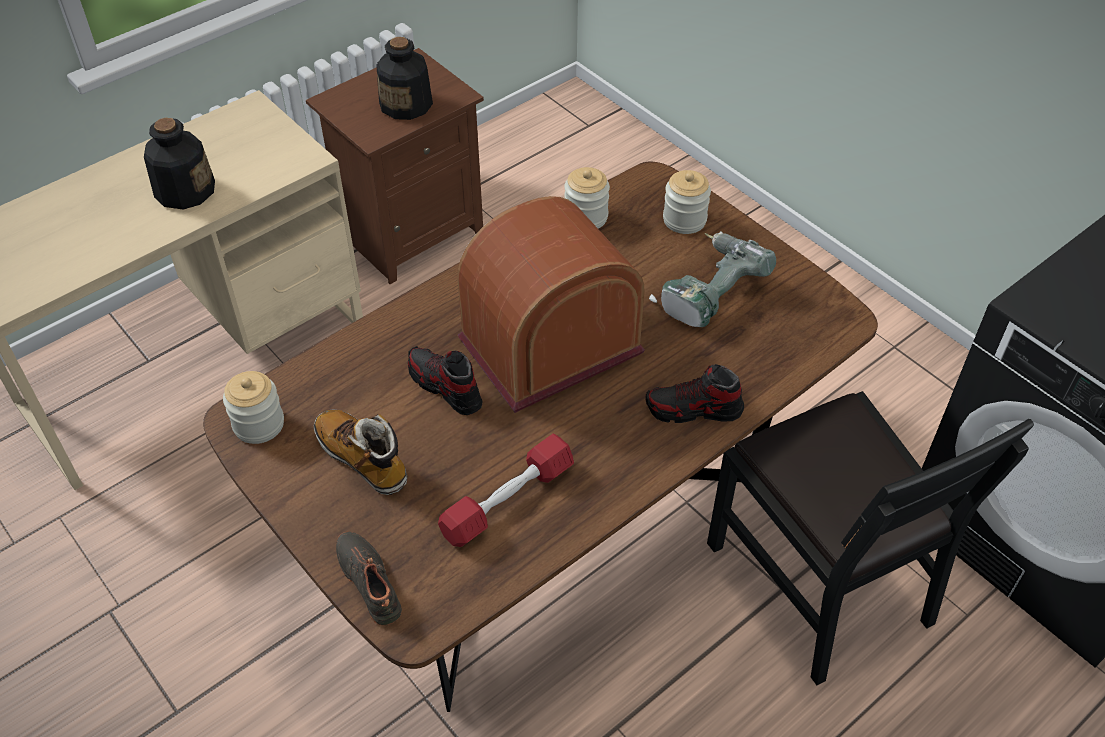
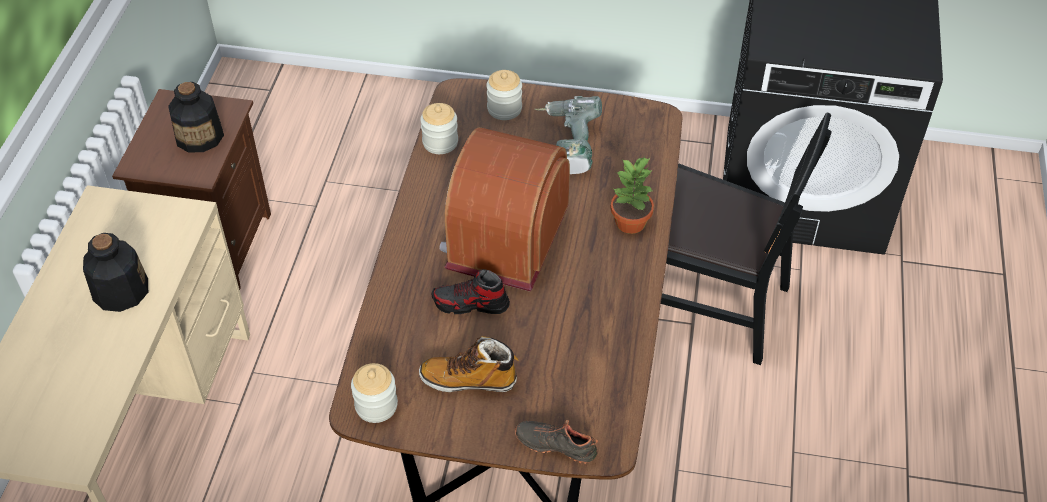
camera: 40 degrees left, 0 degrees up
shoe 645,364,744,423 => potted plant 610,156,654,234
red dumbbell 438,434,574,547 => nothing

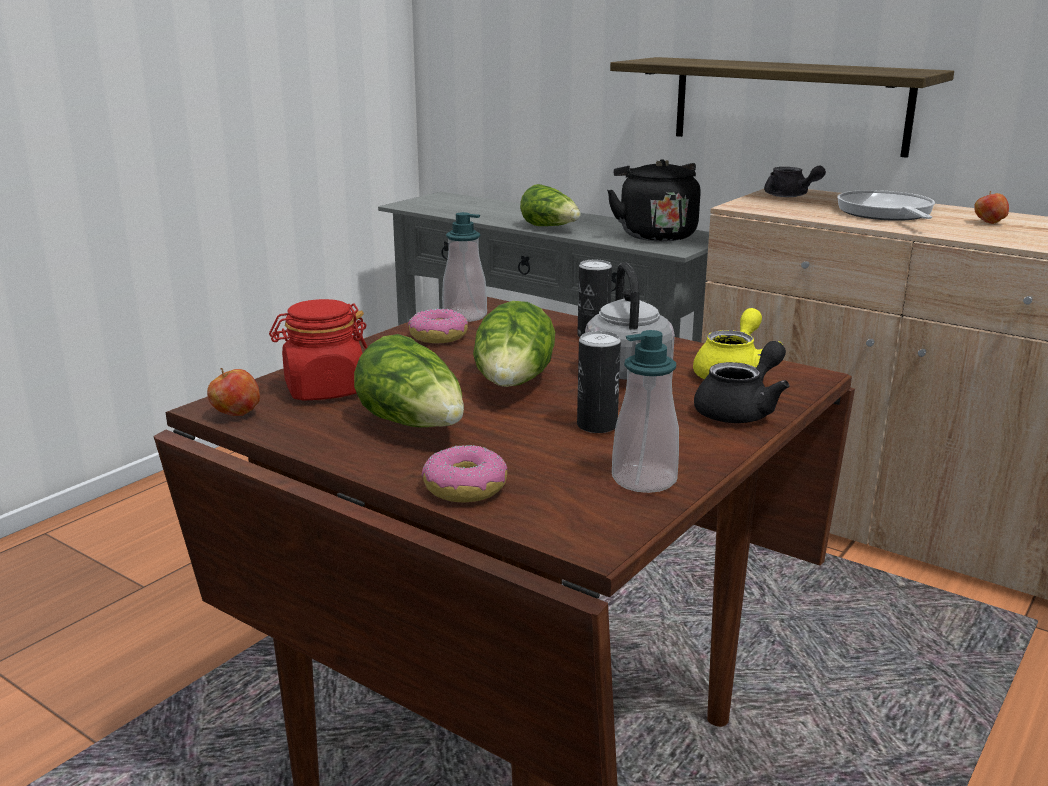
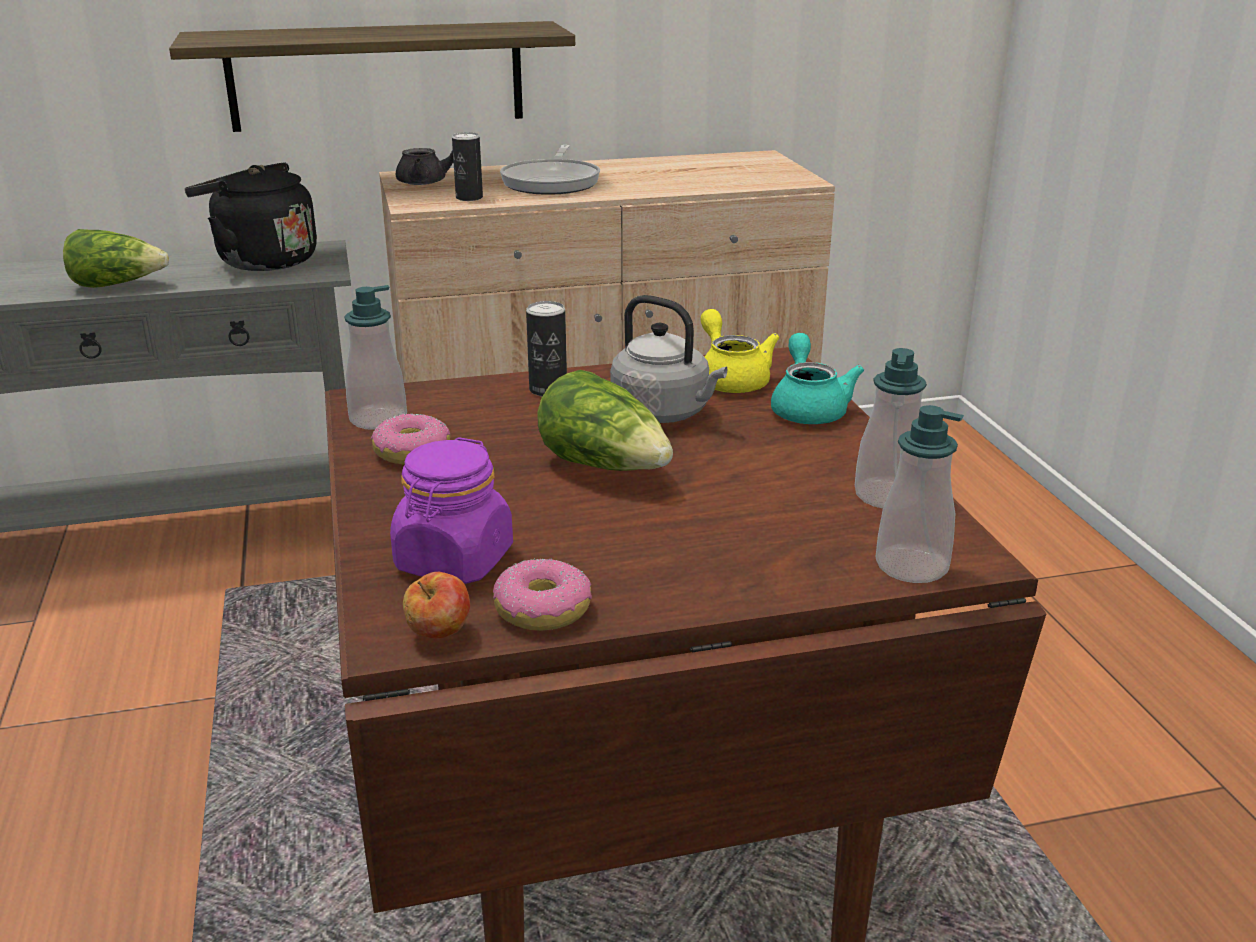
camera: 50 degrees left, 5 degrees up
frying pan 837,190,935,221 => frying pan 500,145,600,195, 120 degrees counterclockwise
apple 974,191,1009,224 => nothing
red jar 269,299,367,401 => purple jar 390,437,513,584
can 577,331,621,433 => can 452,132,483,201, moved
lettuce 354,334,464,427 => nothing
black teapot 694,341,790,423 => turquoise teapot 771,333,864,424
donut 422,445,507,503 => donut 493,558,592,631, moved
nothing => soap dispenser 876,405,964,583

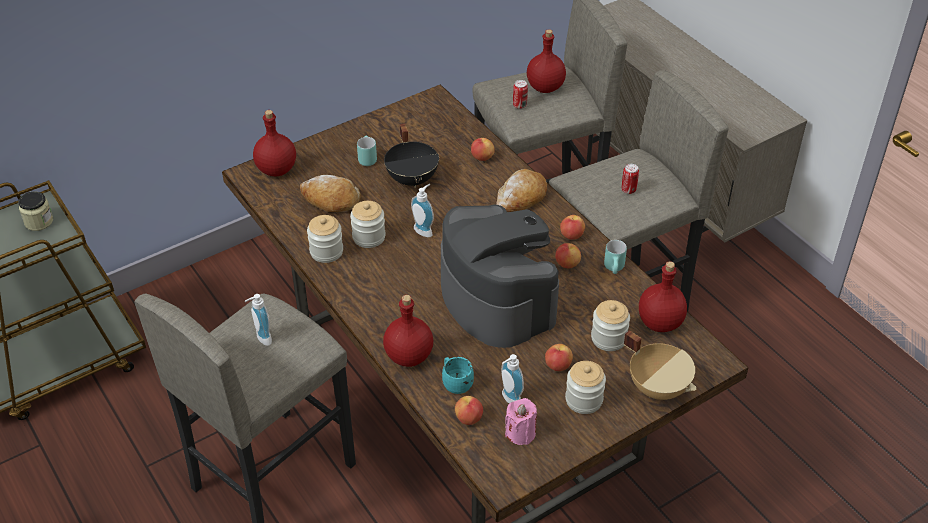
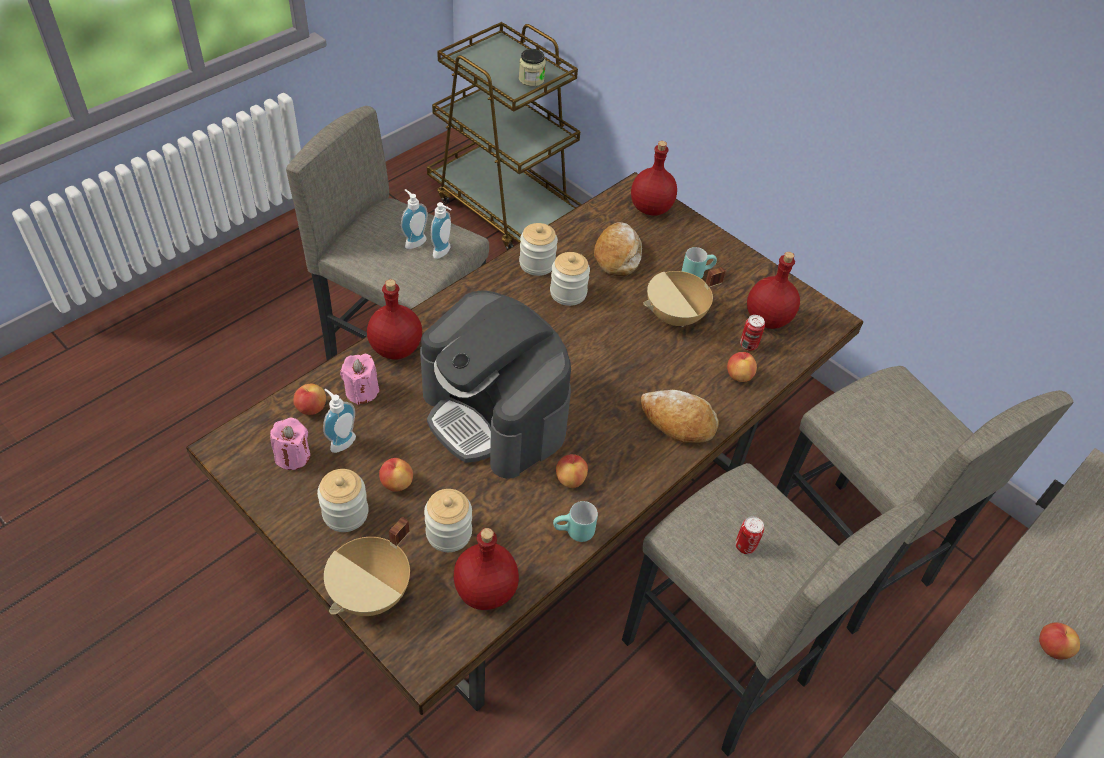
camera: 75 degrees right, 5 degrees up
red bottle 527,29,566,93 => red bottle 747,252,800,329, moved
can 513,80,528,109 => can 740,315,765,351, moved
black cooking pot 384,123,439,188 => beige cooking pot 643,267,726,327
soap dispenser 411,184,434,237 => soap dispenser 431,202,452,259, moved
coffee machine 441,205,559,348 => coffee machine 420,291,571,479, 90 degrees clockwise
apple 560,215,585,240 => apple 1039,622,1080,660, moved
turquoise mug 442,357,474,394 => pink candle 340,354,379,405

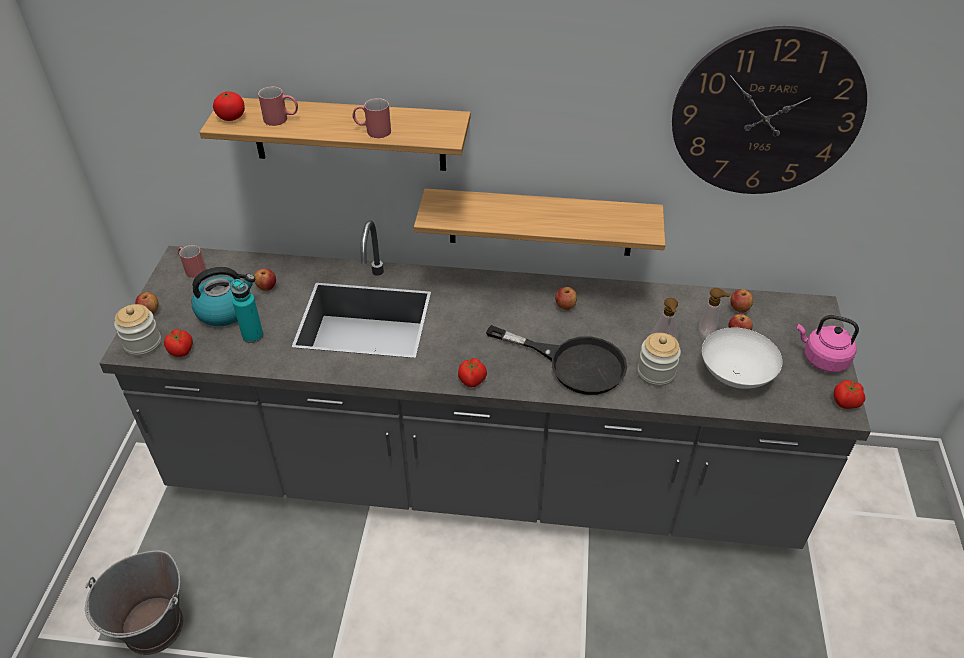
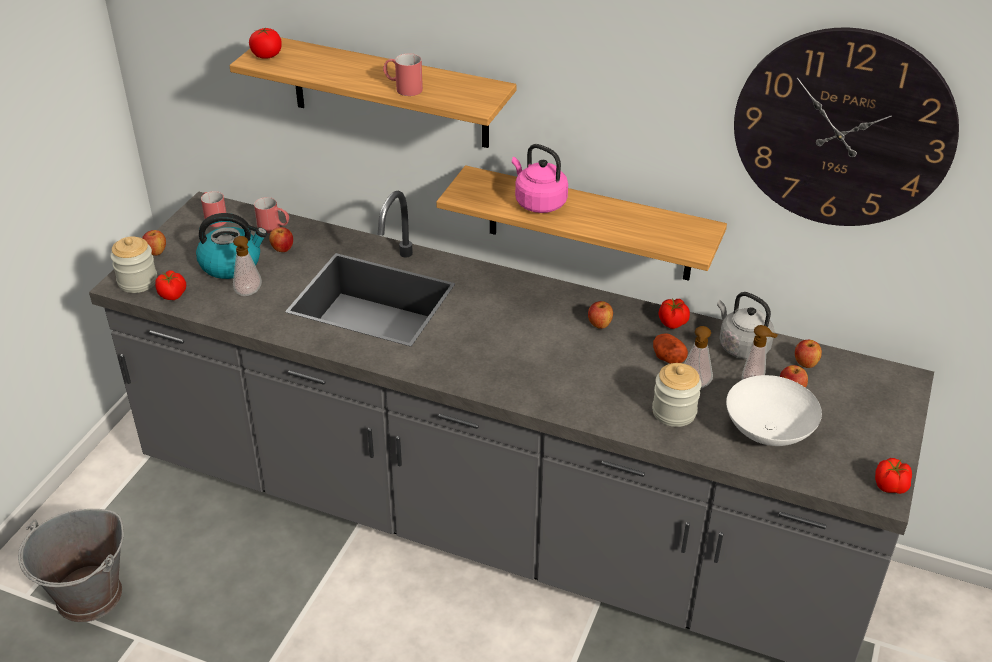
camera: 15 degrees right, 5 degrees down
red mug 258,87,298,126 => red mug 254,197,289,233, moved
turquoise bottle 231,279,263,343 => soap dispenser 233,236,262,296
pink kettle 797,315,859,372 => pink kettle 512,144,568,213, moved
black frying pan 486,325,627,395 => nothing
tomato 458,358,487,387 => tomato 658,298,690,329, moved
nothing => grey kettle 717,292,775,359
nothing => potato 653,333,688,364

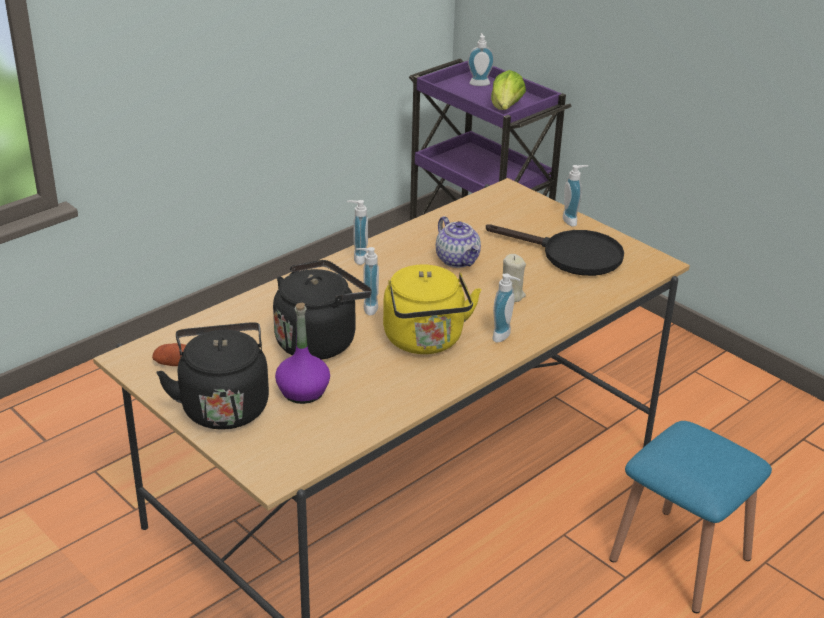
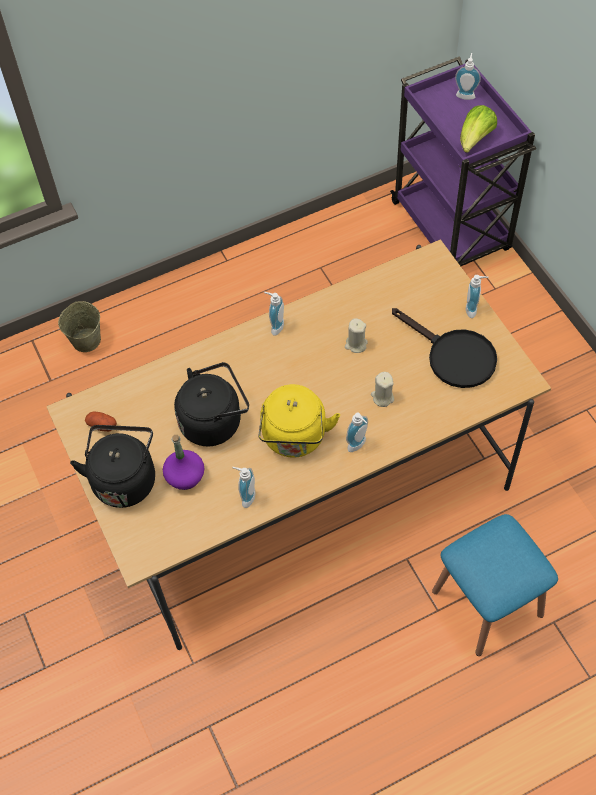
camera: 20 degrees right, 25 degrees up
teapot 436,216,481,268 => beige candle 345,318,368,353
soap dispenser 356,247,379,316 => soap dispenser 232,467,255,508, moved
nothing => beige bucket 58,301,101,352

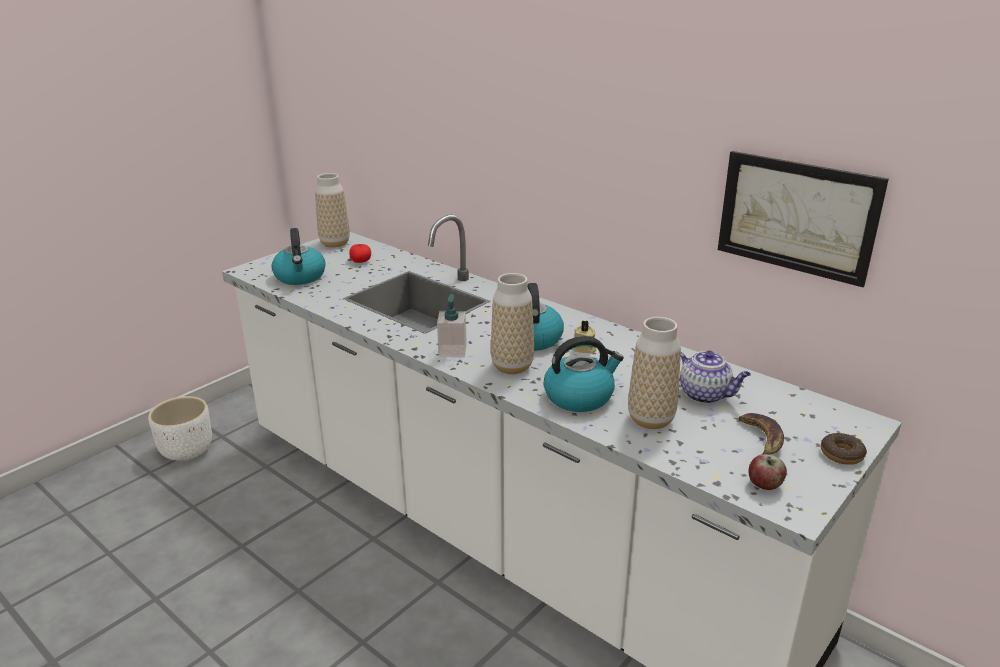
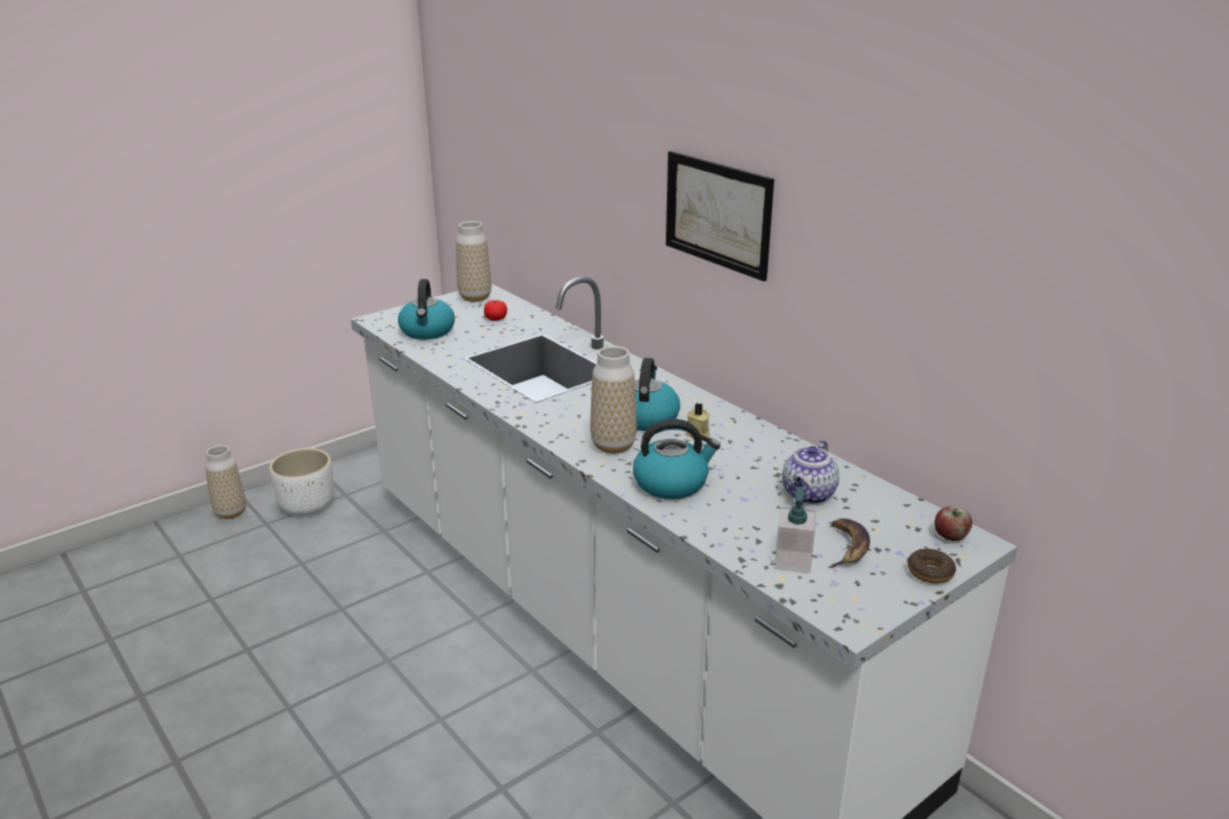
camera: 10 degrees right, 0 degrees up
picture 718,151,889,287 => picture 666,151,774,281, moved
soap dispenser 437,294,467,357 => soap dispenser 775,487,816,573, moved
vase 628,317,681,429 => vase 205,445,246,519, moved
teapot 679,350,751,404 => teapot 782,440,839,504, 75 degrees clockwise
apple 749,454,787,490 => apple 935,506,972,541, moved

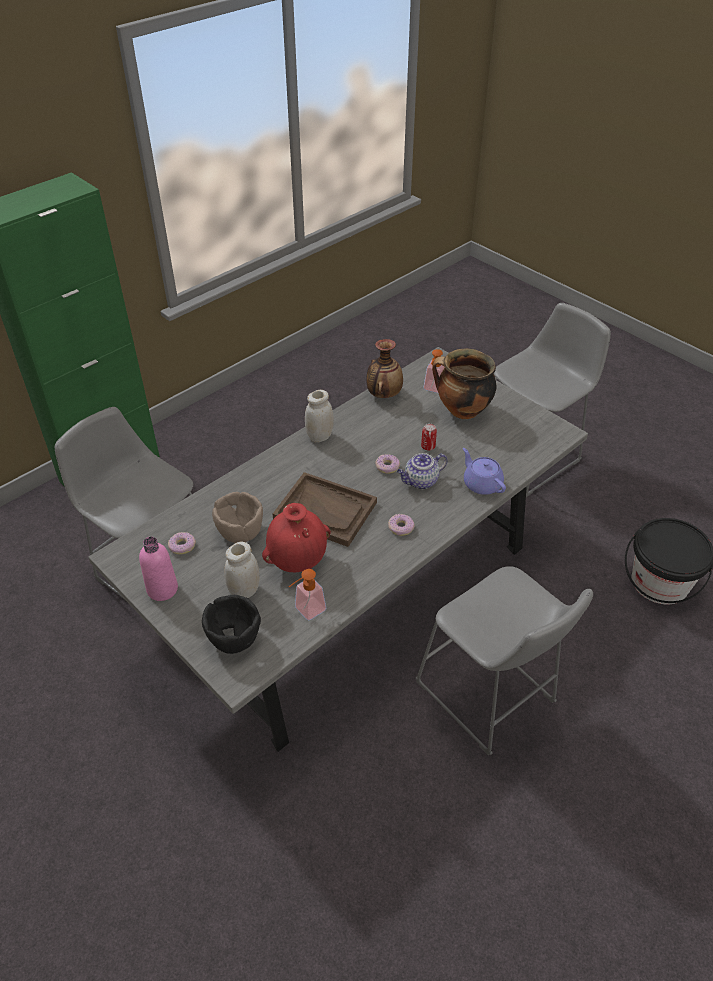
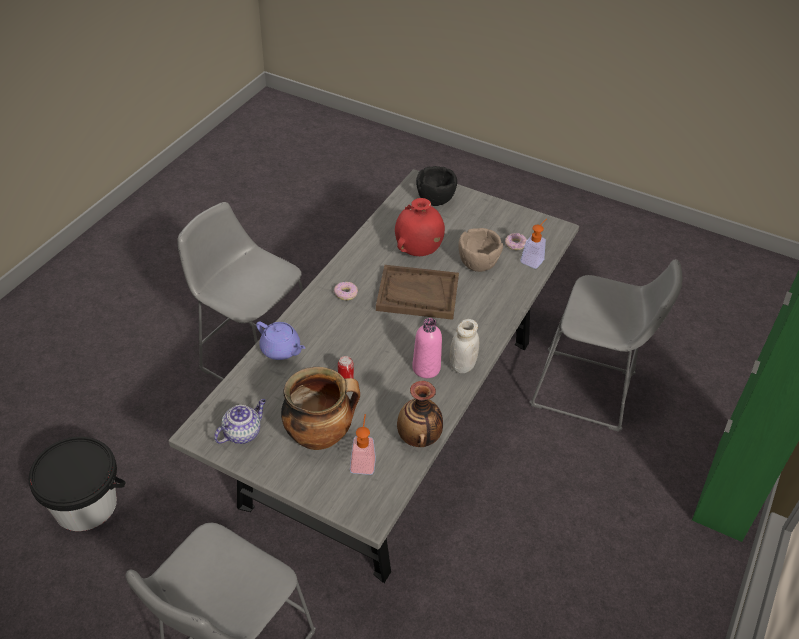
camera: 160 degrees right, 0 degrees up
teapot 397,453,448,489 => teapot 214,399,266,444, moved
donut 375,454,400,474 => nothing
pink bottle 139,537,178,601 => pink bottle 412,318,442,378, moved
white jar 224,542,260,598 => nothing
soap dispenser 289,569,327,621 => soap dispenser 521,219,547,269, moved

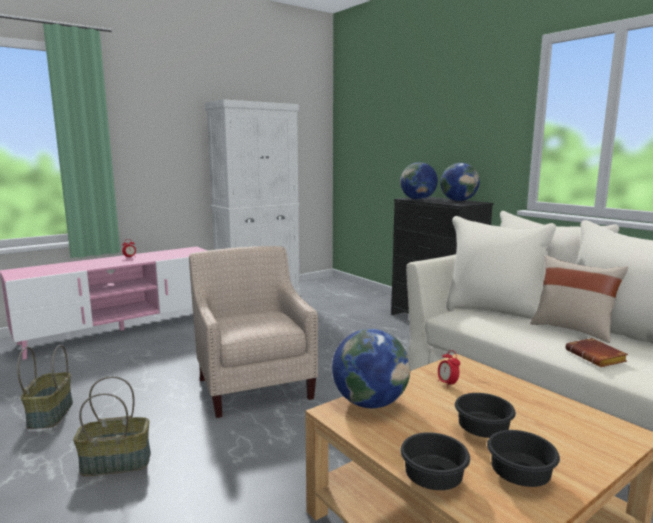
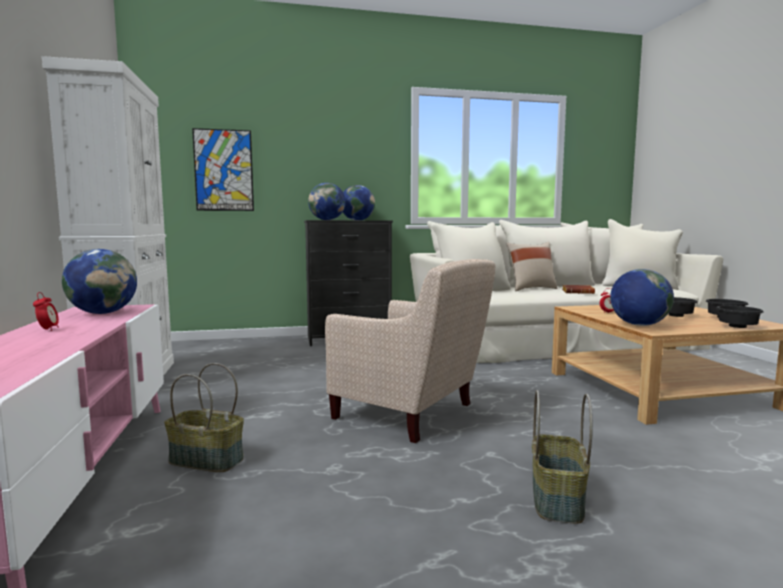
camera: 65 degrees left, 5 degrees down
beige armchair 189,246,318,418 => beige armchair 325,259,495,443, 150 degrees counterclockwise
basket 17,345,73,429 => basket 164,363,244,472, moved
nothing => picture 192,128,254,211
nothing => globe 62,249,137,314

